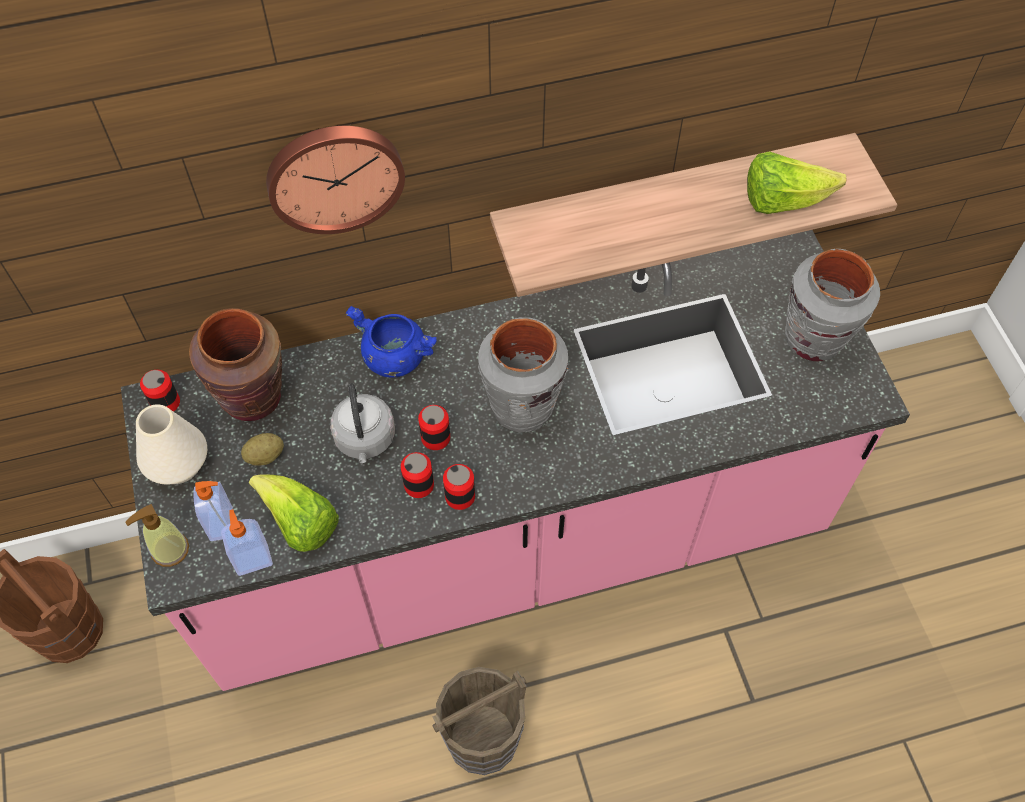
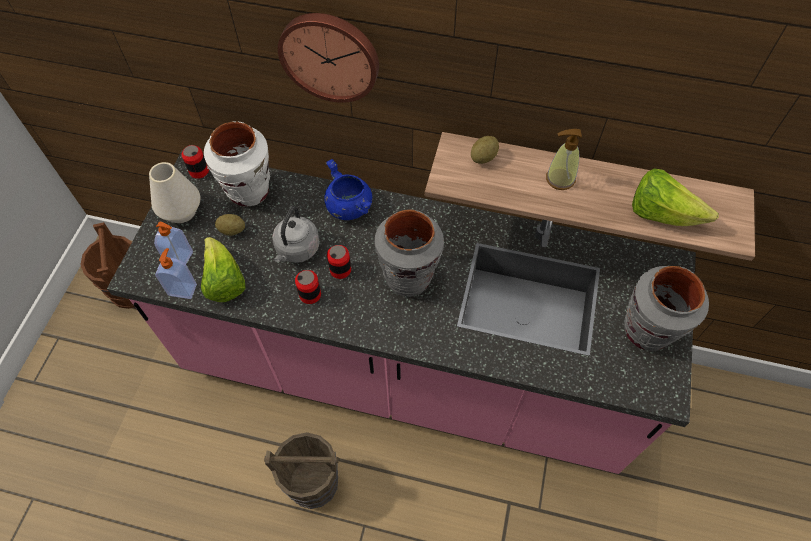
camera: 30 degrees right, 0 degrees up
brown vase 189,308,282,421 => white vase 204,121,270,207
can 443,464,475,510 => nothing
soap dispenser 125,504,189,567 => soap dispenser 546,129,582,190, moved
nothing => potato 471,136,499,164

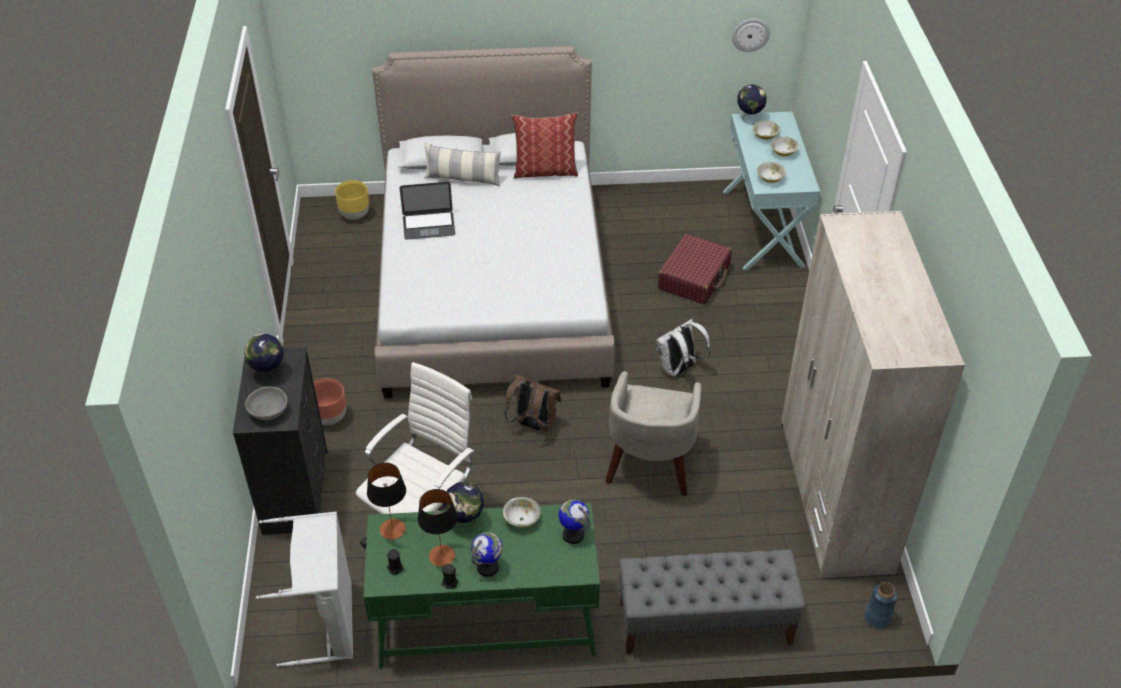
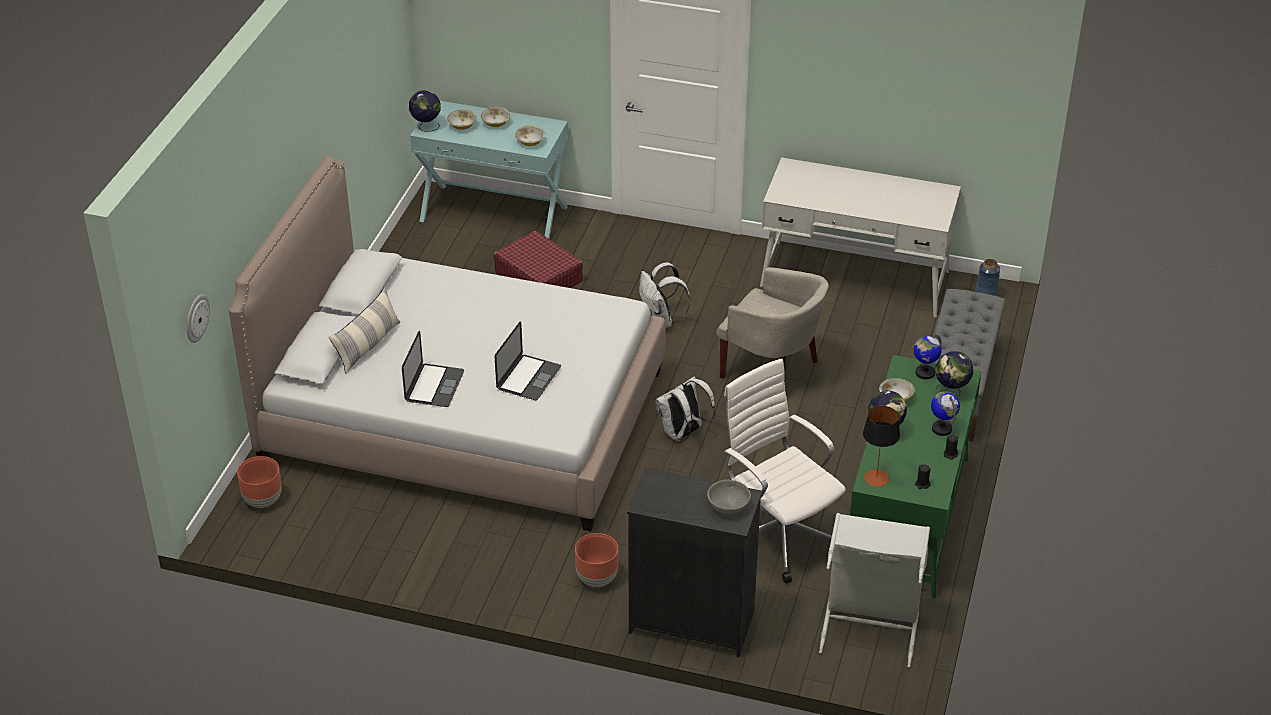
camera: 70 degrees left, 5 degrees down
wall clock 732,19,770,52 => wall clock 187,294,210,343, moved
pillow 511,112,578,178 => nothing
yellow planter 335,180,369,220 => brown planter 237,456,282,508
beige wardrobe 781,211,965,578 => white desk 760,157,961,317
globe 244,334,284,380 => globe 936,351,973,395, moved
brown backpack 505,374,561,432 => white backpack 655,376,716,441
table lamp 418,489,458,567 => nothing
nothing => laptop 494,321,561,400

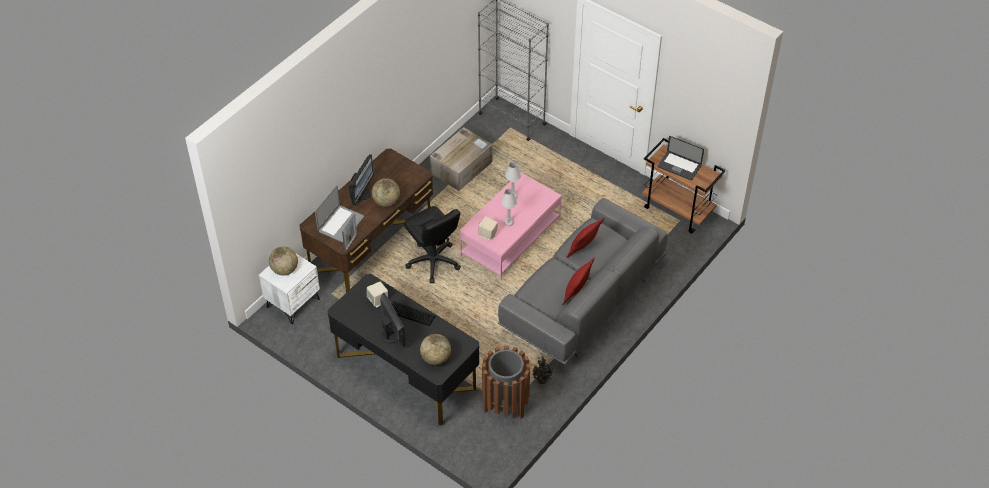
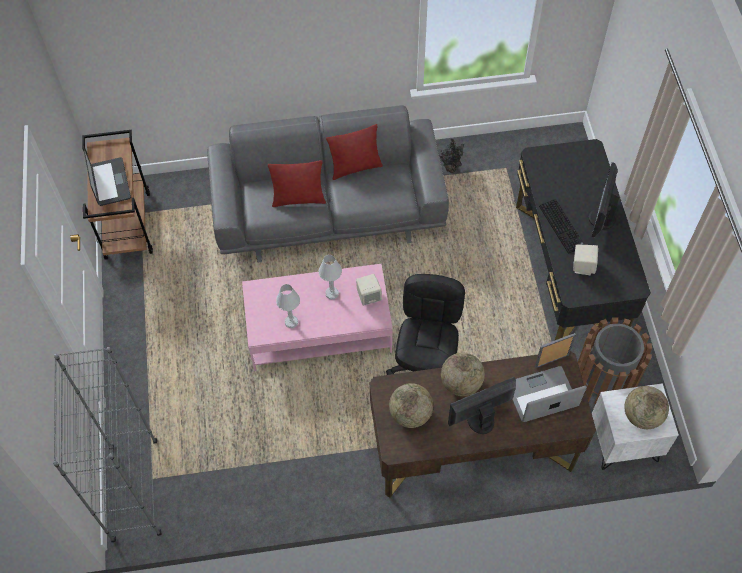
camera: 135 degrees left, 10 degrees up
cardboard box 430,127,493,191 => nothing
globe 420,334,451,365 => globe 389,383,433,428, moved
brown trash can 482,346,530,419 => brown trash can 578,317,652,404, moved

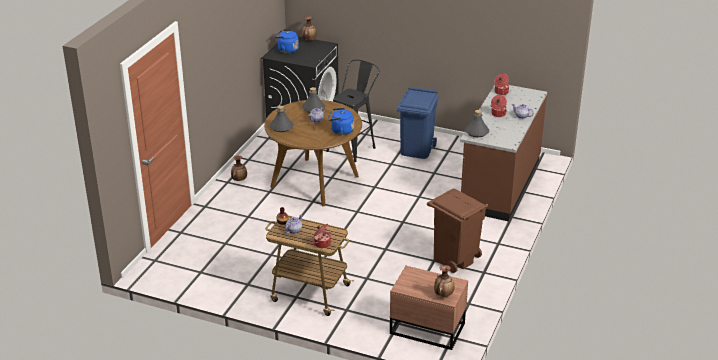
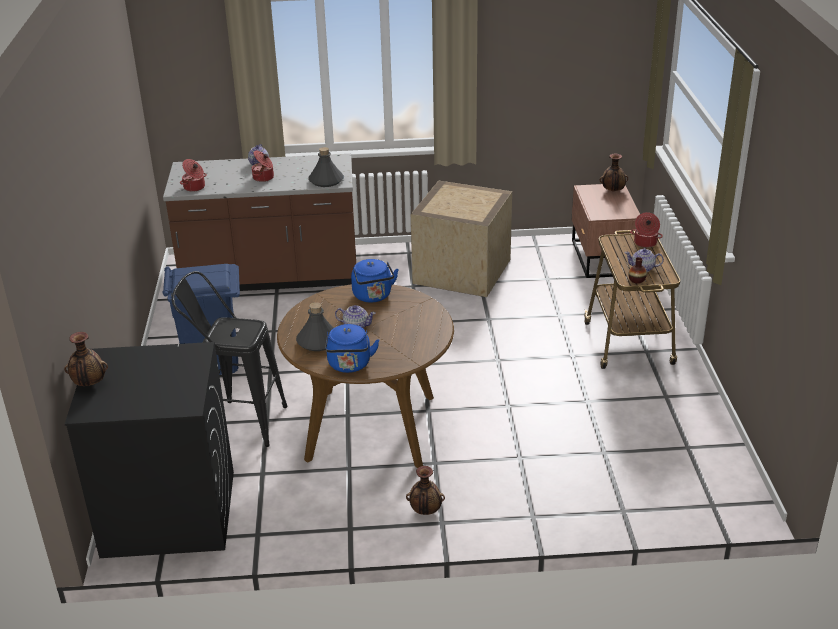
camera: 115 degrees left, 0 degrees up
blue kettle 273,29,299,53 => blue kettle 325,324,379,373, moved
grey bottle 270,106,293,132 => nothing
brown trash can 427,188,488,273 => crate 411,181,512,297

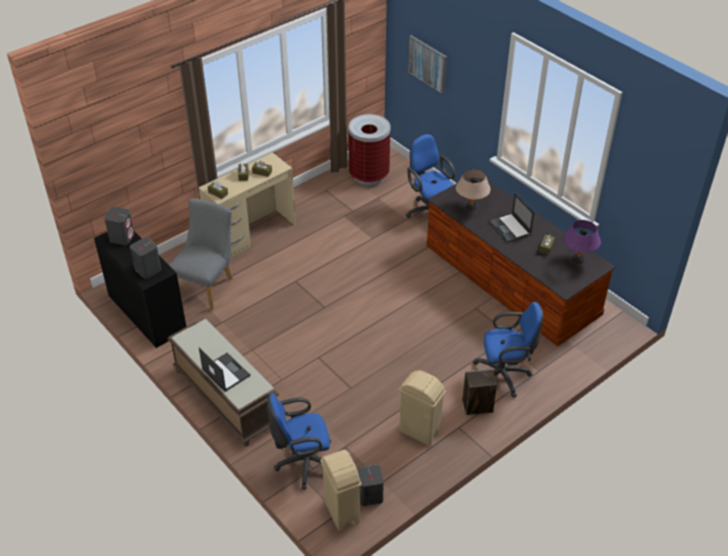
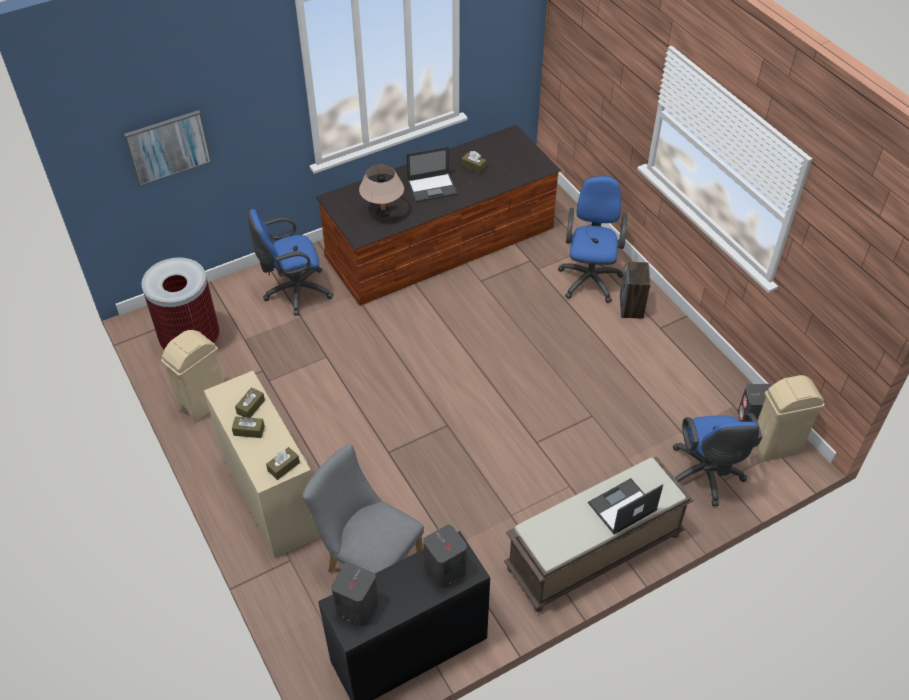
camera: 80 degrees left, 5 degrees up
purple table lamp 564,220,601,263 => nothing
beige trash can 399,370,446,446 => beige trash can 161,330,224,423, moved

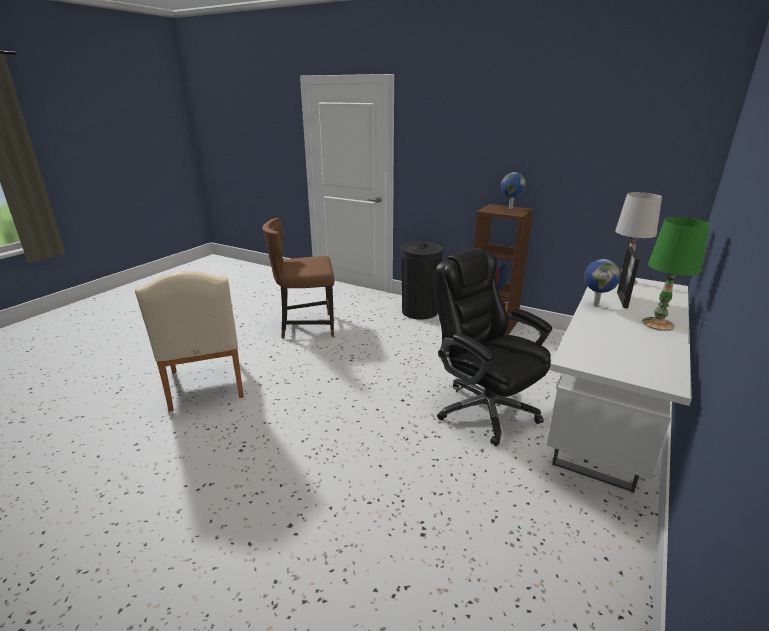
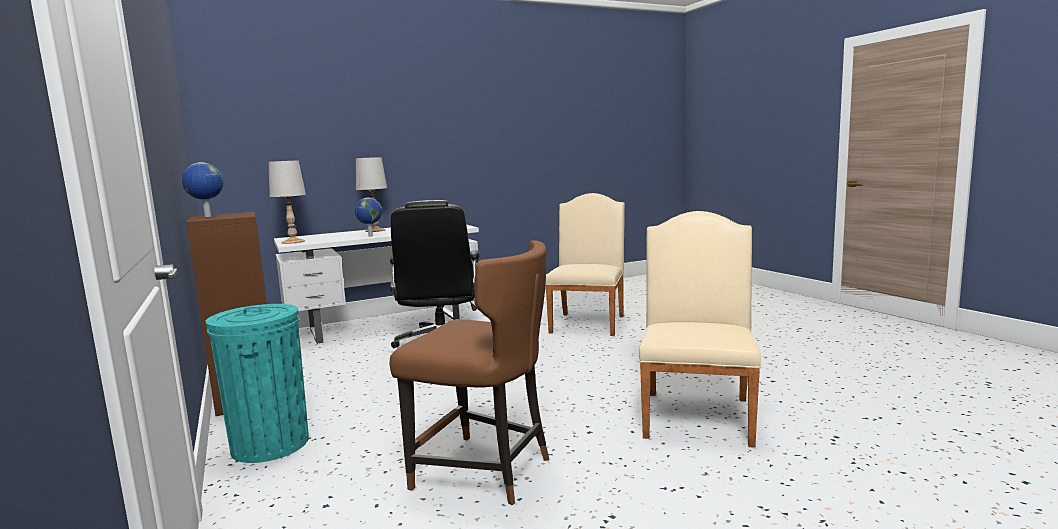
camera: 145 degrees left, 15 degrees down
green table lamp 642,217,710,331 => white table lamp 356,157,387,232
black trash can 401,242,443,320 => turquoise trash can 205,304,309,463
picture frame 617,247,640,309 => nothing
nothing => beige chair 546,193,625,336

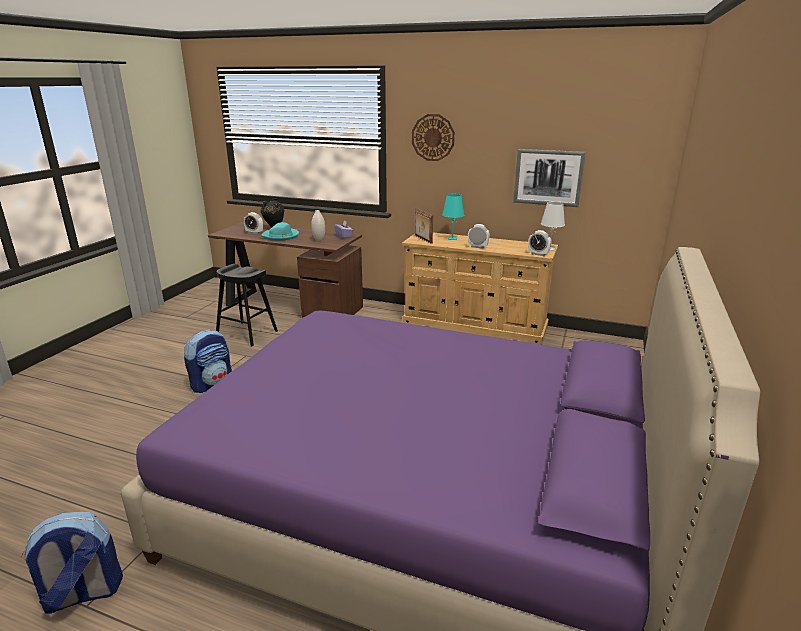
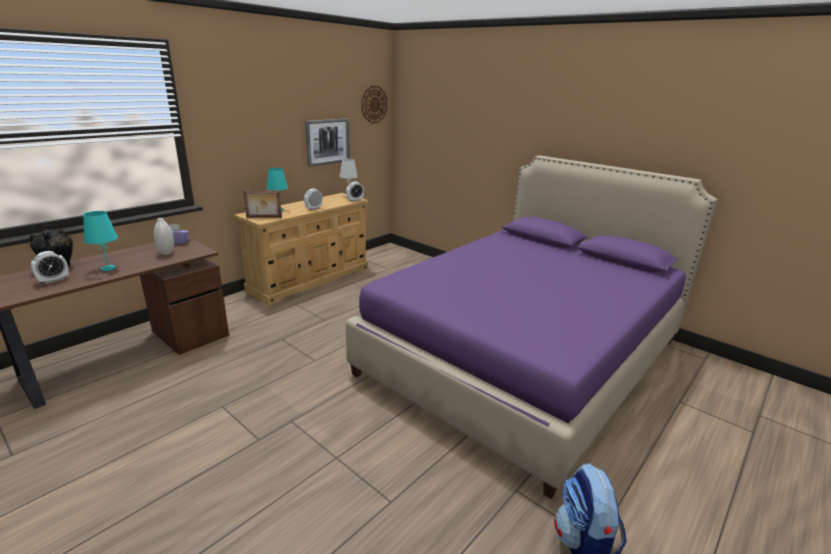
camera: 70 degrees left, 0 degrees up
wall clock 412,114,455,161 => wall clock 361,86,387,123, moved
turquoise hat 261,222,299,241 => turquoise table lamp 83,211,118,271
black stool 216,264,278,346 => nothing
backpack 184,330,232,393 => nothing

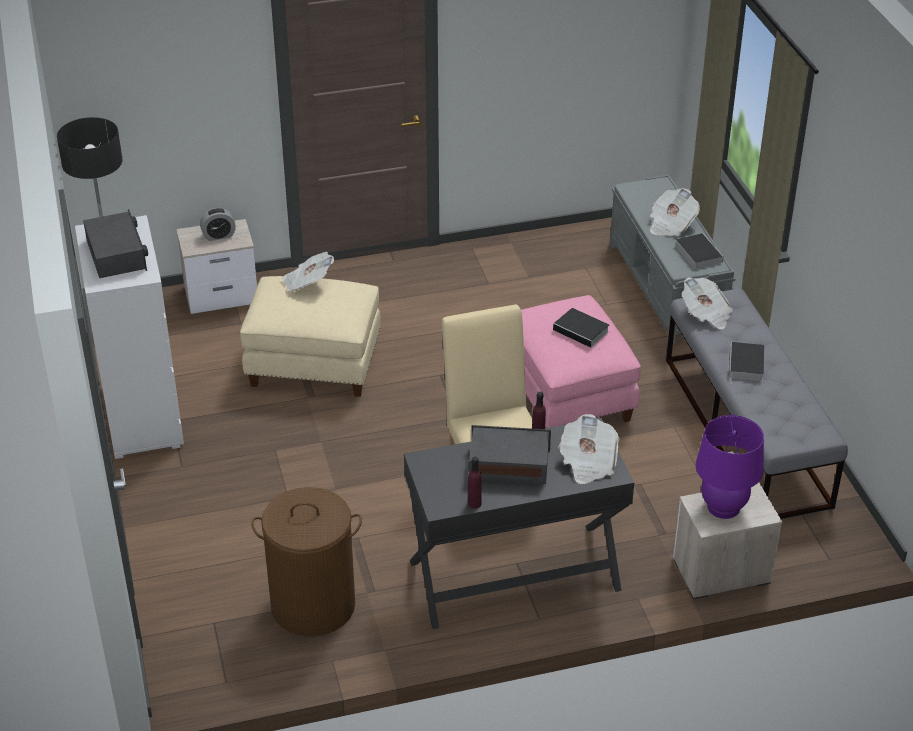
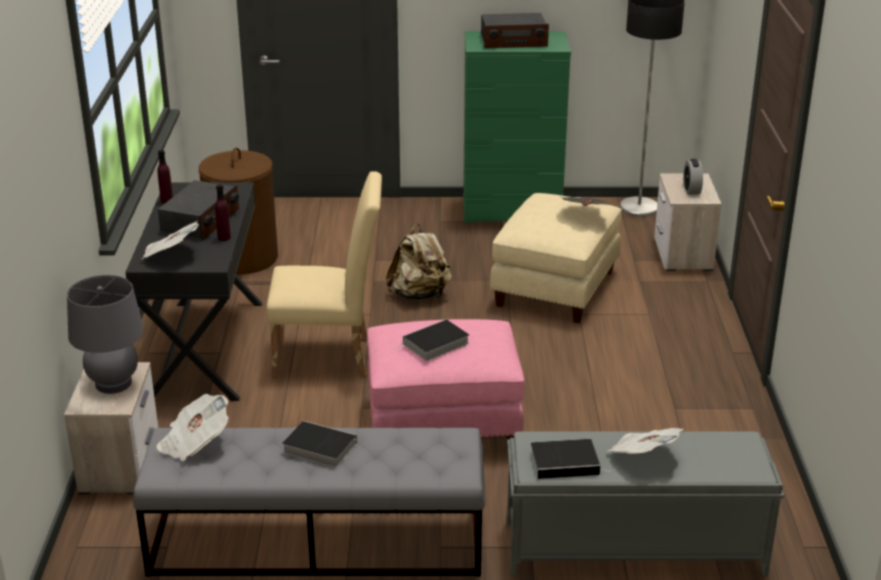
camera: 105 degrees right, 10 degrees down
white dresser 75,215,184,459 => green dresser 463,31,571,223
newspaper 681,277,733,329 => newspaper 157,394,229,461, moved
purple table lamp 696,415,764,519 => grey table lamp 67,275,144,394
nothing => beige backpack 386,224,452,300

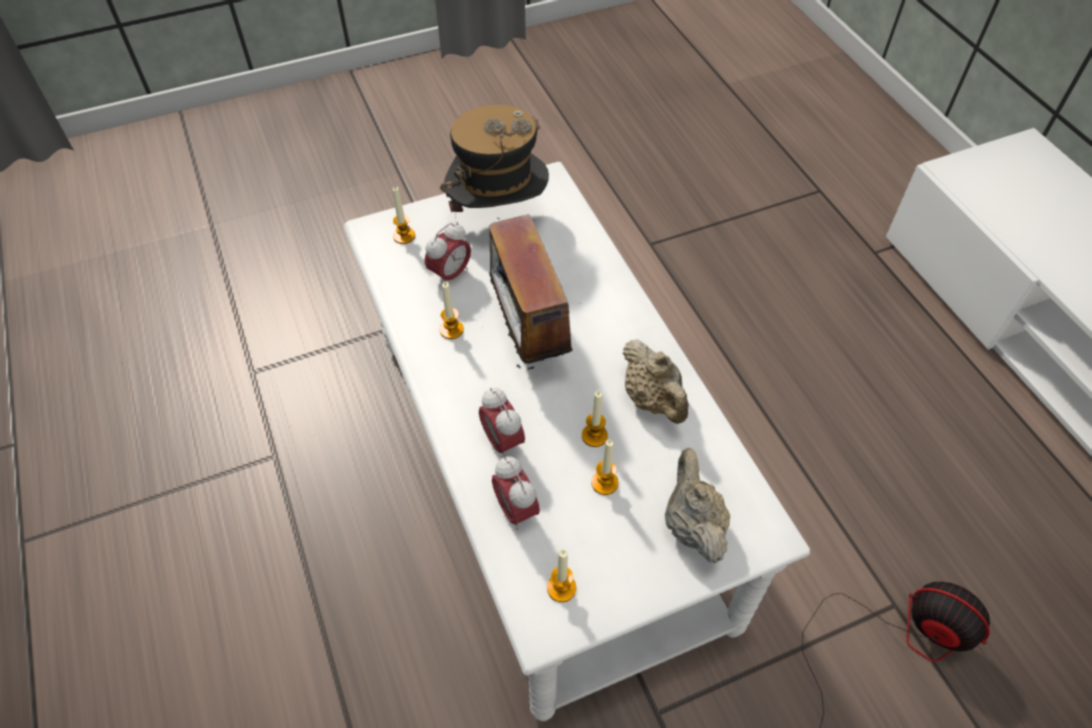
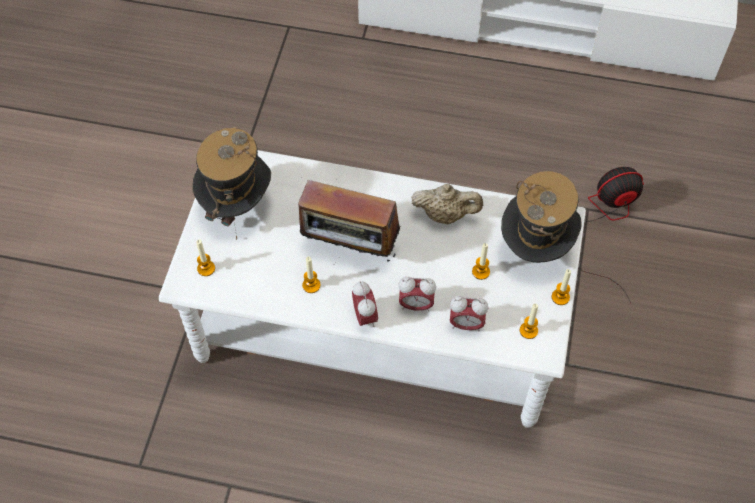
camera: 55 degrees left, 5 degrees up
alarm clock 425,222,471,282 => alarm clock 352,281,378,327, moved
candle 582,390,608,447 => candle 552,269,571,305, moved
beige teapot 665,448,731,563 => hat 501,171,582,263

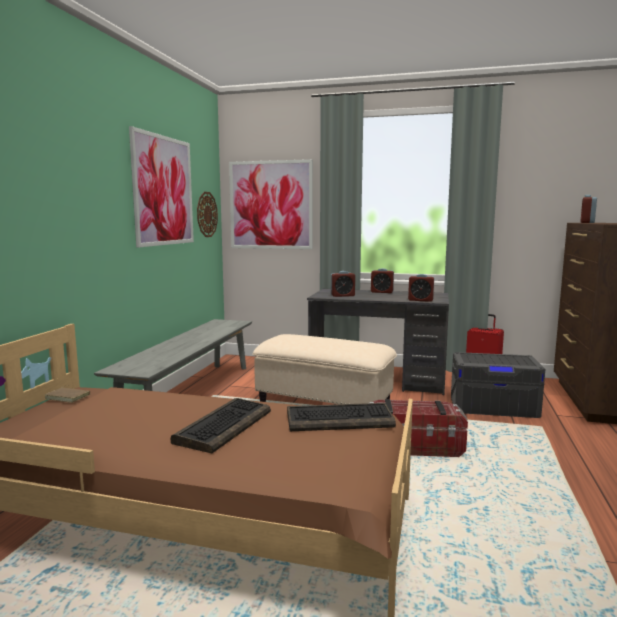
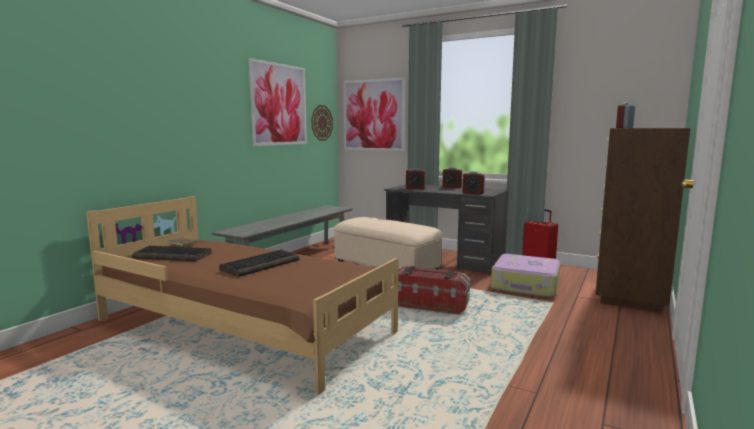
camera: 15 degrees right, 0 degrees up
grey storage box 451,352,545,418 => suitcase 491,254,560,297
keyboard 287,403,396,431 => keyboard 132,246,212,261, moved

